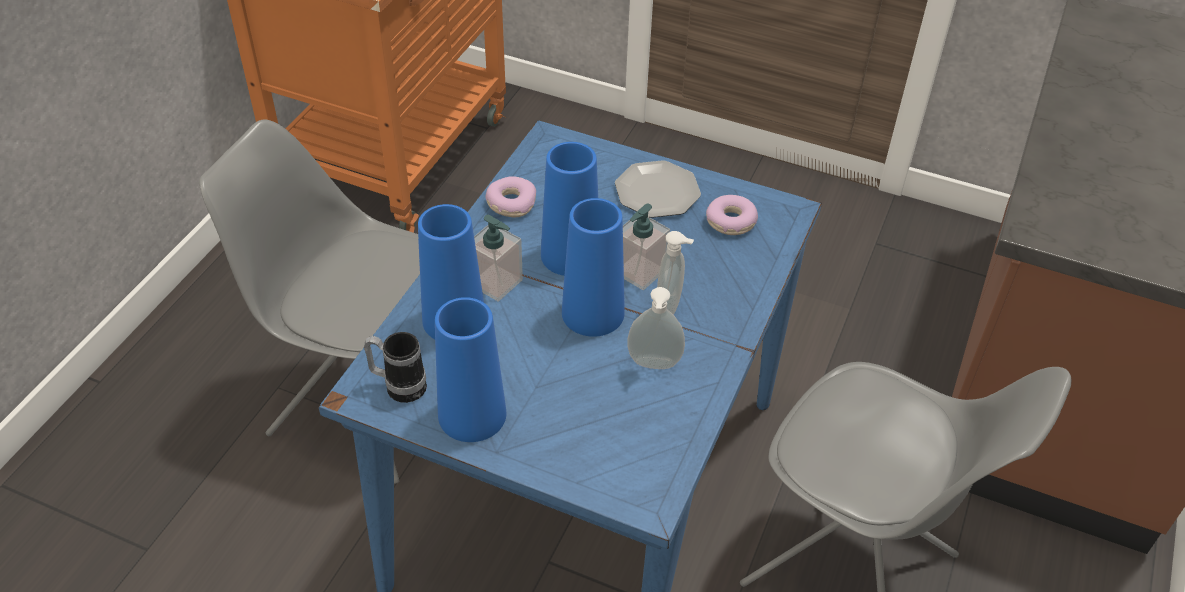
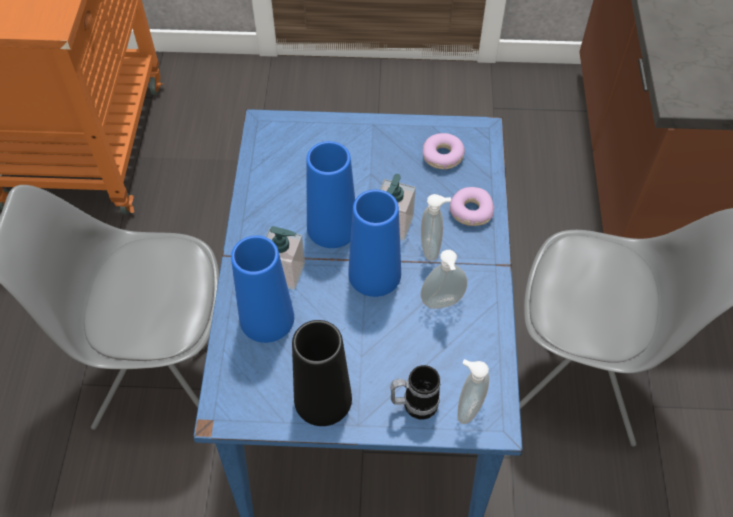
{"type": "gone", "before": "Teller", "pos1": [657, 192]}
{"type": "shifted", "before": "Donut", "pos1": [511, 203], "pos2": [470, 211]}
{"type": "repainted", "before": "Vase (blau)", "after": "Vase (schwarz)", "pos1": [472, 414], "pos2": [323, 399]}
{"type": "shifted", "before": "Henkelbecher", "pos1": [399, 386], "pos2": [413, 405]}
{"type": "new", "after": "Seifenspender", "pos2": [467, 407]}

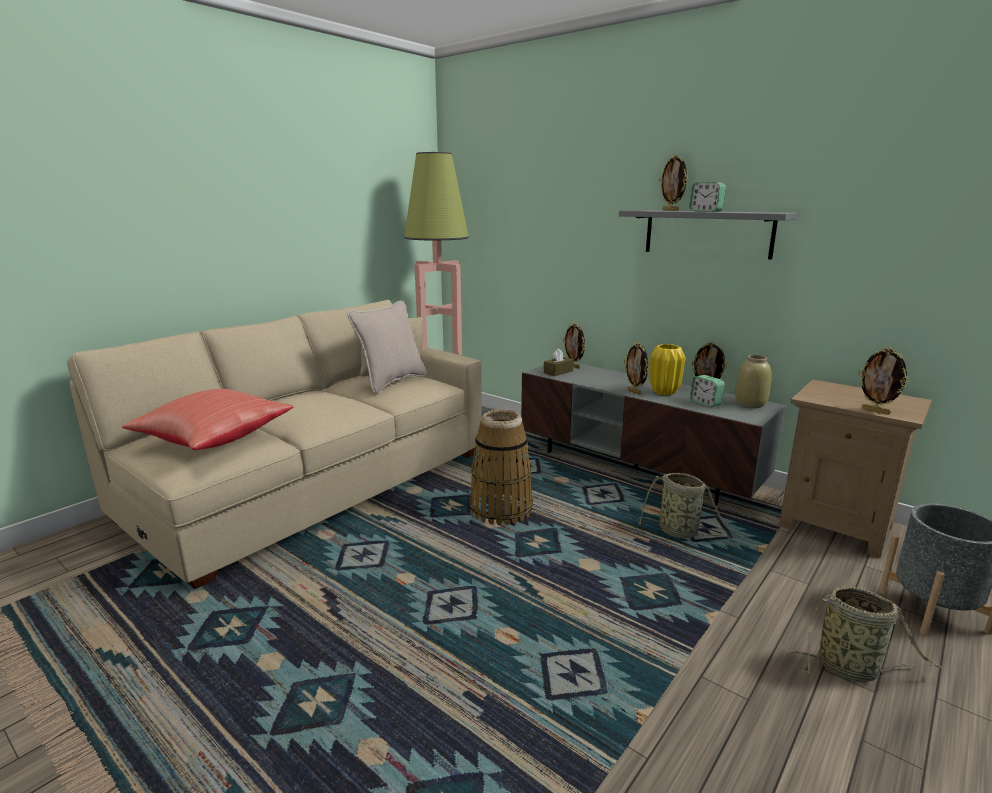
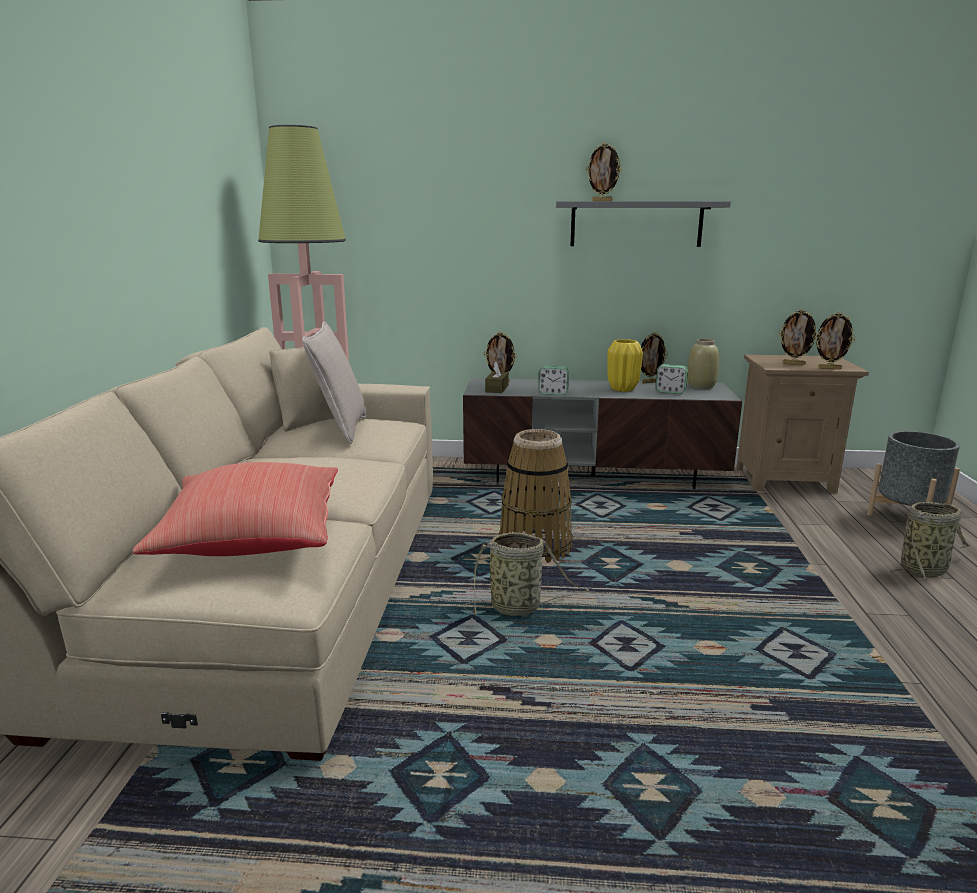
{"type": "shifted", "before": "Wecker", "pos1": [705, 211], "pos2": [553, 393]}
{"type": "shifted", "before": "Bilderrahmen", "pos1": [634, 392], "pos2": [793, 364]}
{"type": "shifted", "before": "Korb", "pos1": [681, 532], "pos2": [519, 607]}

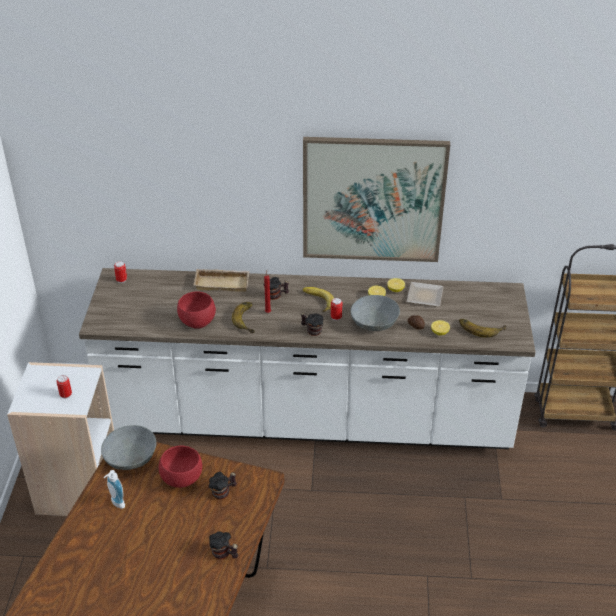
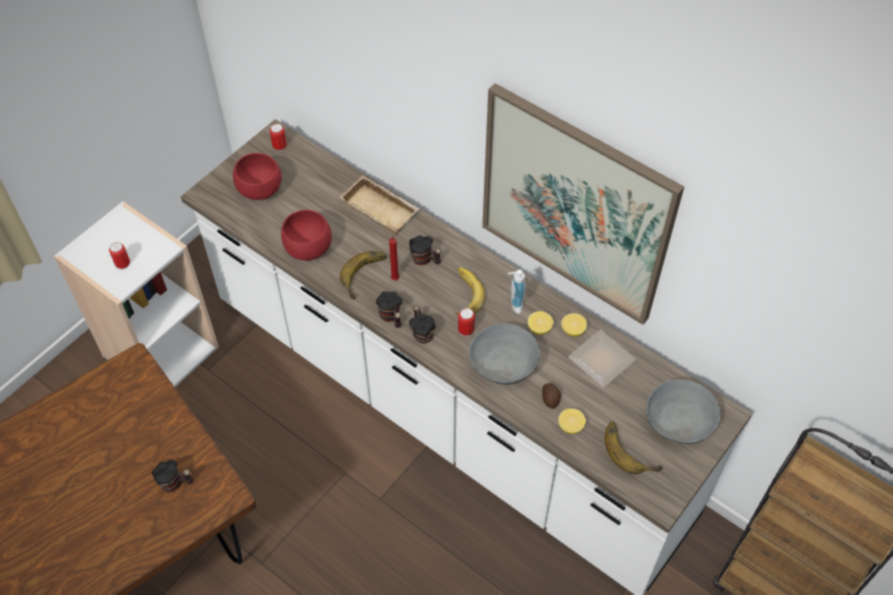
{"type": "shifted", "before": "Schüssel (grau)", "pos1": [131, 457], "pos2": [679, 422]}
{"type": "shifted", "before": "Schüssel (rot)", "pos1": [182, 478], "pos2": [261, 190]}
{"type": "shifted", "before": "Seifenspender", "pos1": [116, 504], "pos2": [513, 305]}
{"type": "shifted", "before": "Henkelbecher", "pos1": [224, 554], "pos2": [391, 317]}

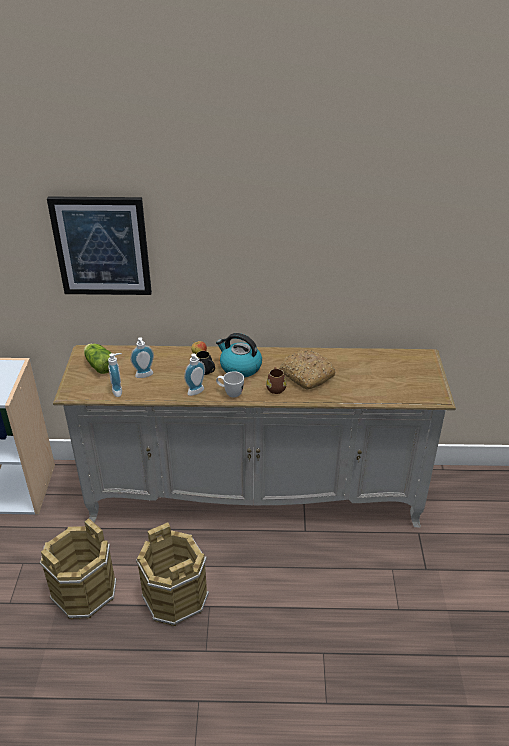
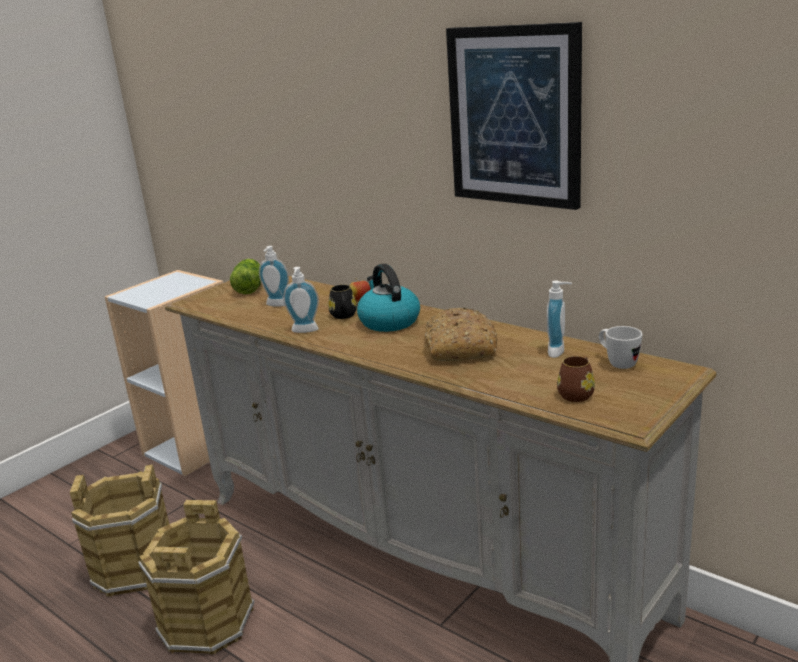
{"type": "shifted", "before": "Bild", "pos1": [102, 246], "pos2": [514, 116]}
{"type": "shifted", "before": "Seifenspender", "pos1": [119, 391], "pos2": [559, 352]}
{"type": "shifted", "before": "Henkelbecher (braun)", "pos1": [275, 387], "pos2": [577, 393]}
{"type": "shifted", "before": "Henkelbecher (weiß)", "pos1": [230, 393], "pos2": [617, 363]}

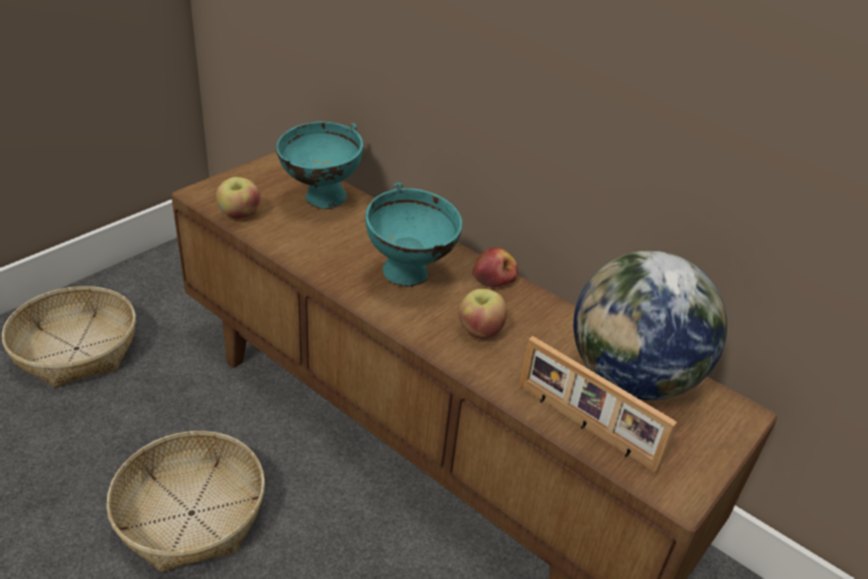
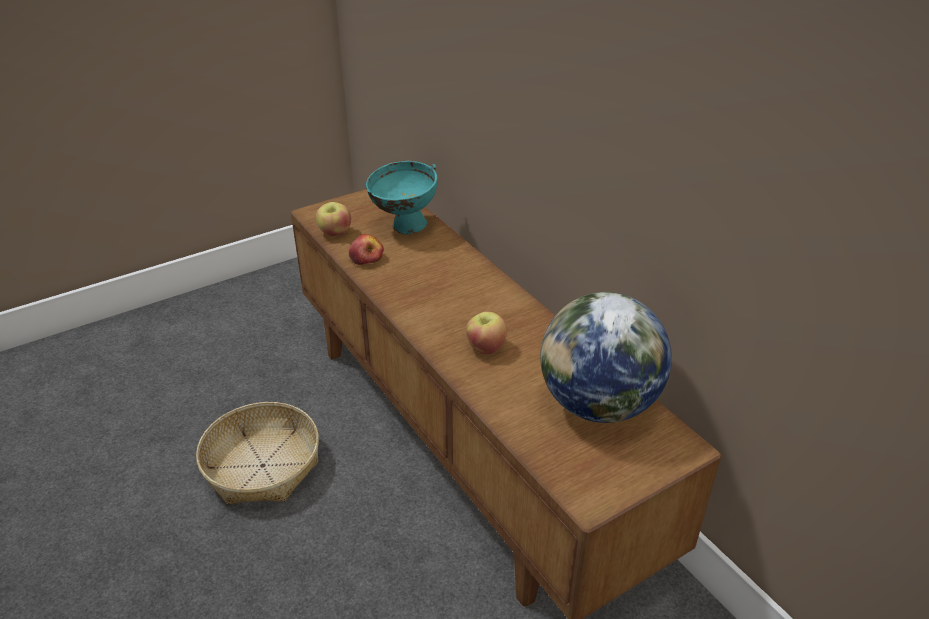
{"type": "gone", "before": "Schüssel (türkis)", "pos1": [410, 279]}
{"type": "shifted", "before": "Apfel", "pos1": [494, 277], "pos2": [366, 258]}
{"type": "gone", "before": "Korb", "pos1": [76, 348]}
{"type": "gone", "before": "Bilderrahmen", "pos1": [584, 427]}

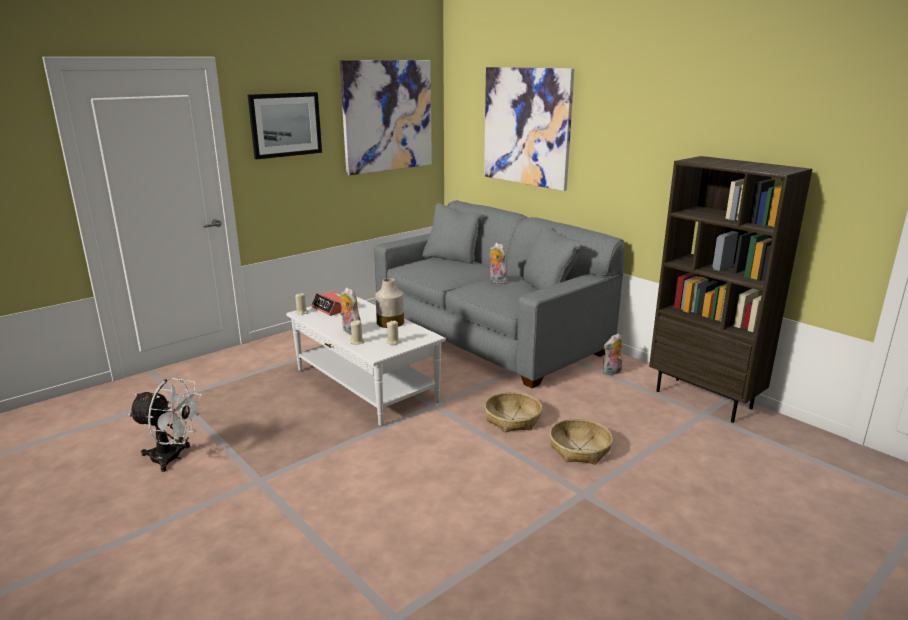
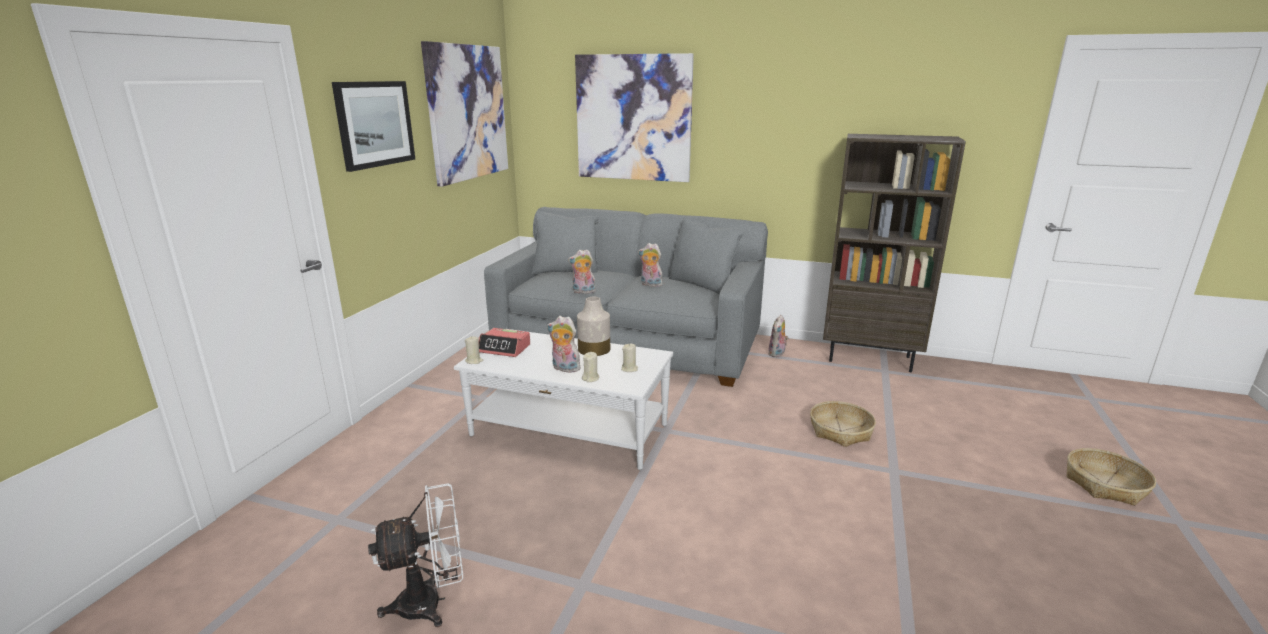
{"type": "shifted", "before": "Korb", "pos1": [512, 419], "pos2": [1105, 485]}
{"type": "new", "after": "Plüschtier", "pos2": [583, 292]}

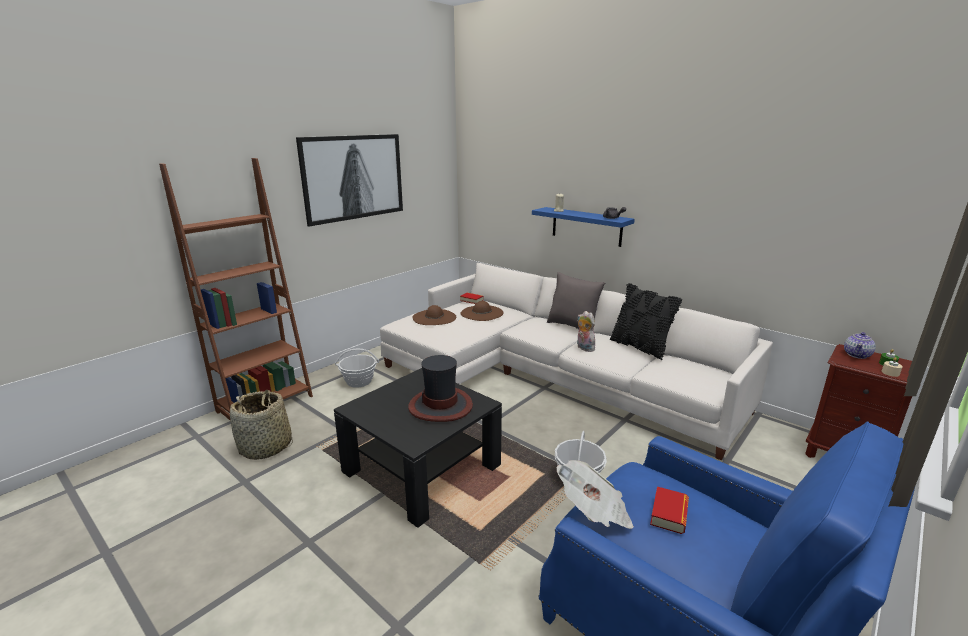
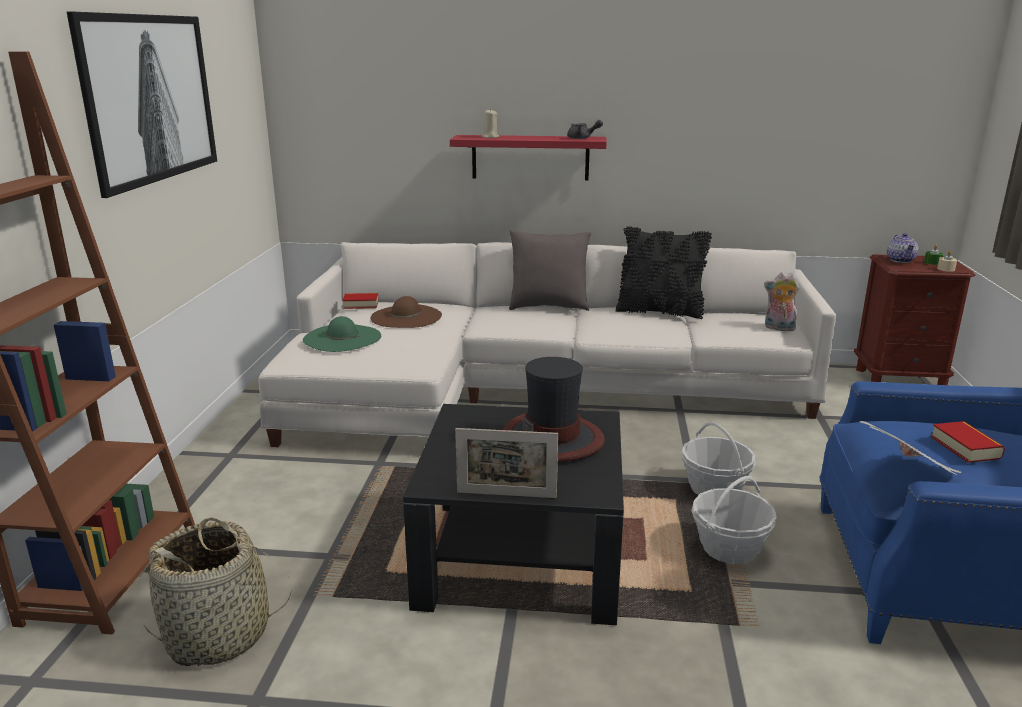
{"type": "repainted", "before": "Wandregal (blau)", "after": "Wandregal (rot)", "pos1": [586, 226], "pos2": [530, 157]}
{"type": "repainted", "before": "Hut (braun)", "after": "Hut (grün)", "pos1": [434, 317], "pos2": [342, 338]}
{"type": "shifted", "before": "Plüschtier", "pos1": [584, 348], "pos2": [778, 328]}
{"type": "shifted", "before": "Korb", "pos1": [359, 381], "pos2": [729, 548]}
{"type": "new", "after": "Bilderrahmen", "pos2": [506, 495]}

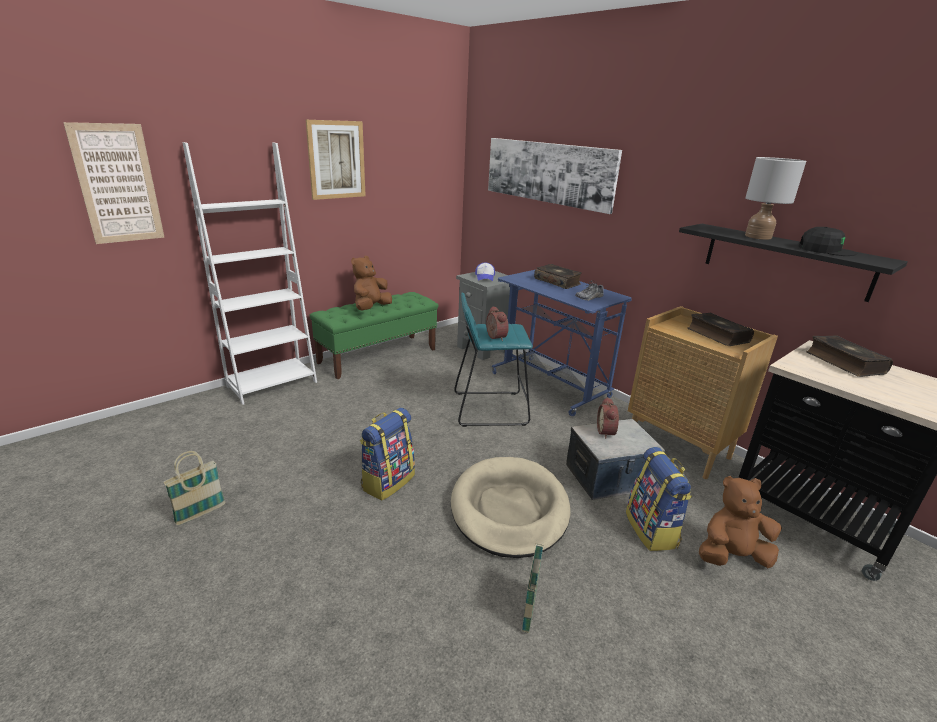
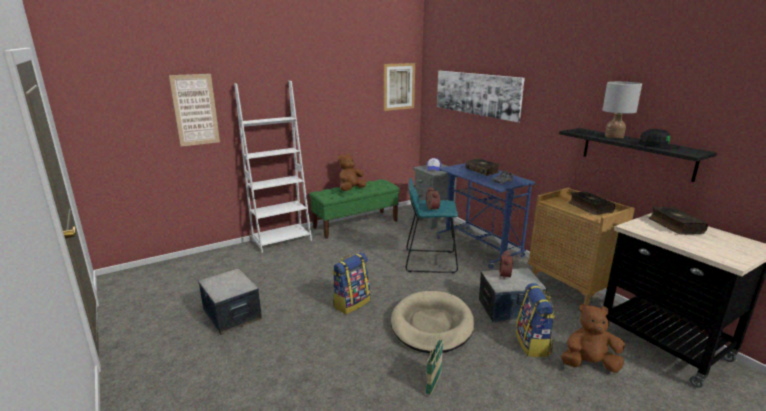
{"type": "shifted", "before": "Bild", "pos1": [336, 160], "pos2": [399, 86]}
{"type": "swapped", "before": "Korb", "after": "Aufbewahrungsbox", "pos1": [200, 514], "pos2": [231, 315]}

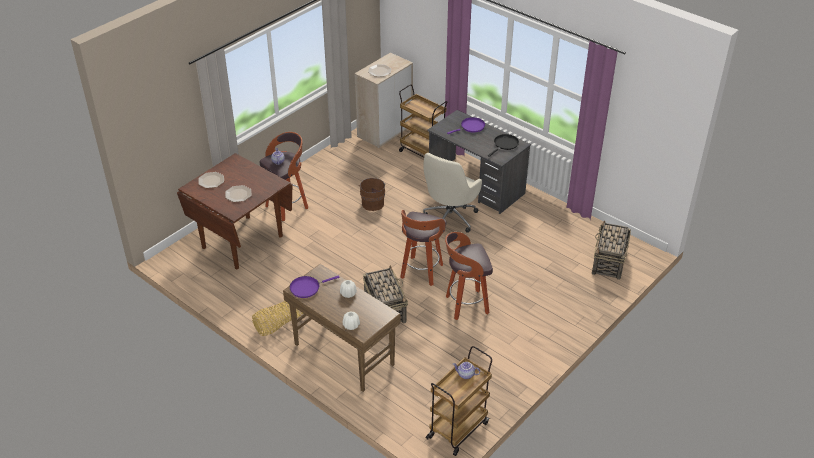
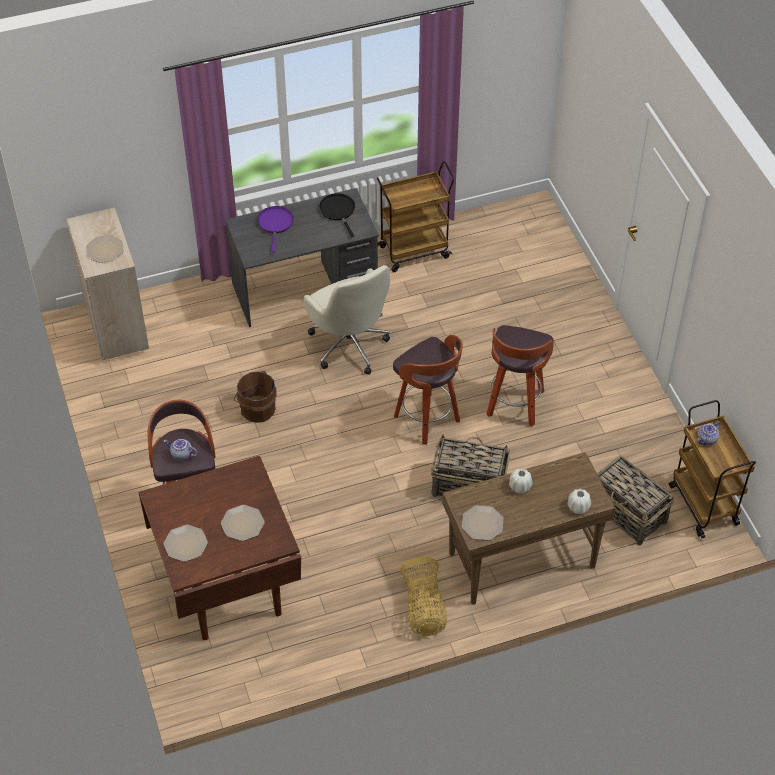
{"type": "shifted", "before": "Rollwagen (braun)", "pos1": [422, 153], "pos2": [414, 252]}
{"type": "shifted", "before": "Korb", "pos1": [608, 262], "pos2": [628, 513]}
{"type": "swapped", "before": "Pfanne (lila)", "after": "Teller", "pos1": [307, 288], "pos2": [482, 523]}

